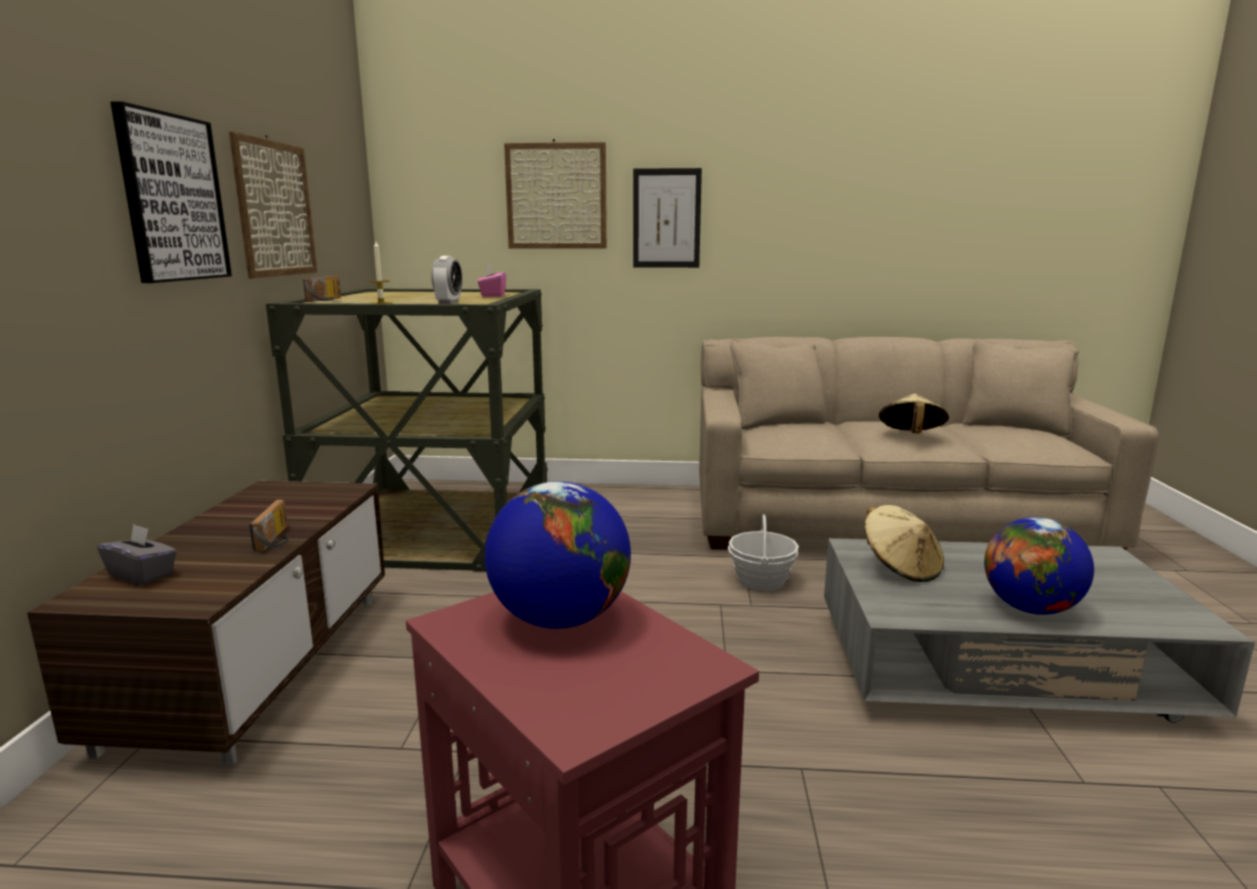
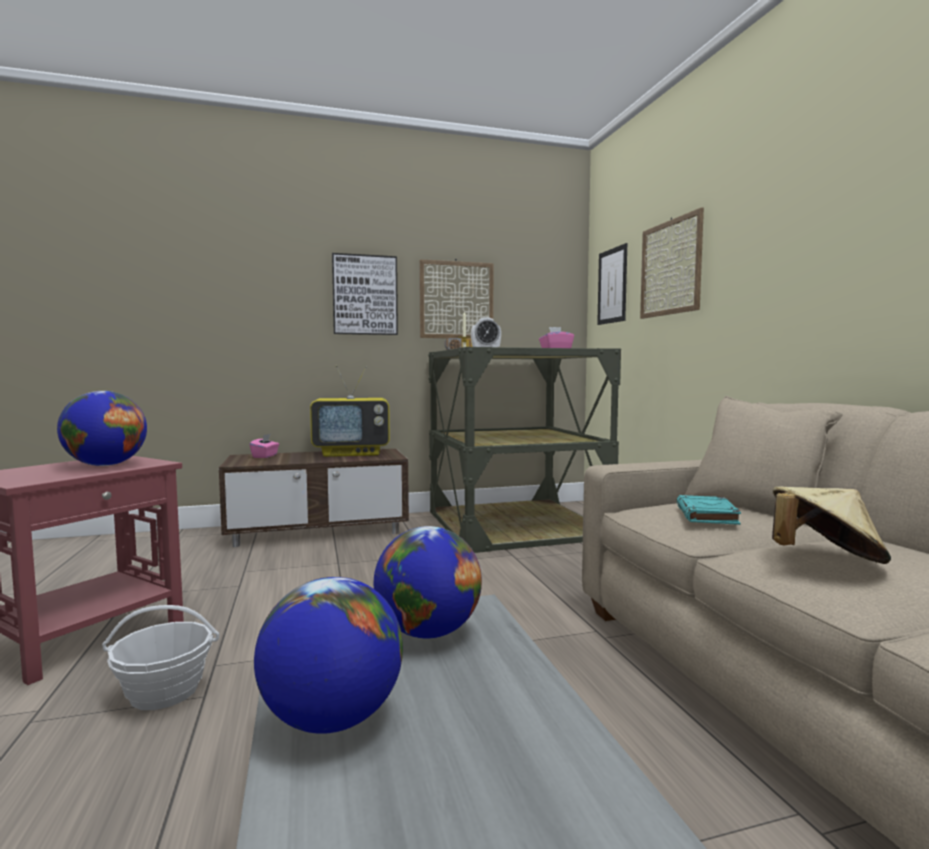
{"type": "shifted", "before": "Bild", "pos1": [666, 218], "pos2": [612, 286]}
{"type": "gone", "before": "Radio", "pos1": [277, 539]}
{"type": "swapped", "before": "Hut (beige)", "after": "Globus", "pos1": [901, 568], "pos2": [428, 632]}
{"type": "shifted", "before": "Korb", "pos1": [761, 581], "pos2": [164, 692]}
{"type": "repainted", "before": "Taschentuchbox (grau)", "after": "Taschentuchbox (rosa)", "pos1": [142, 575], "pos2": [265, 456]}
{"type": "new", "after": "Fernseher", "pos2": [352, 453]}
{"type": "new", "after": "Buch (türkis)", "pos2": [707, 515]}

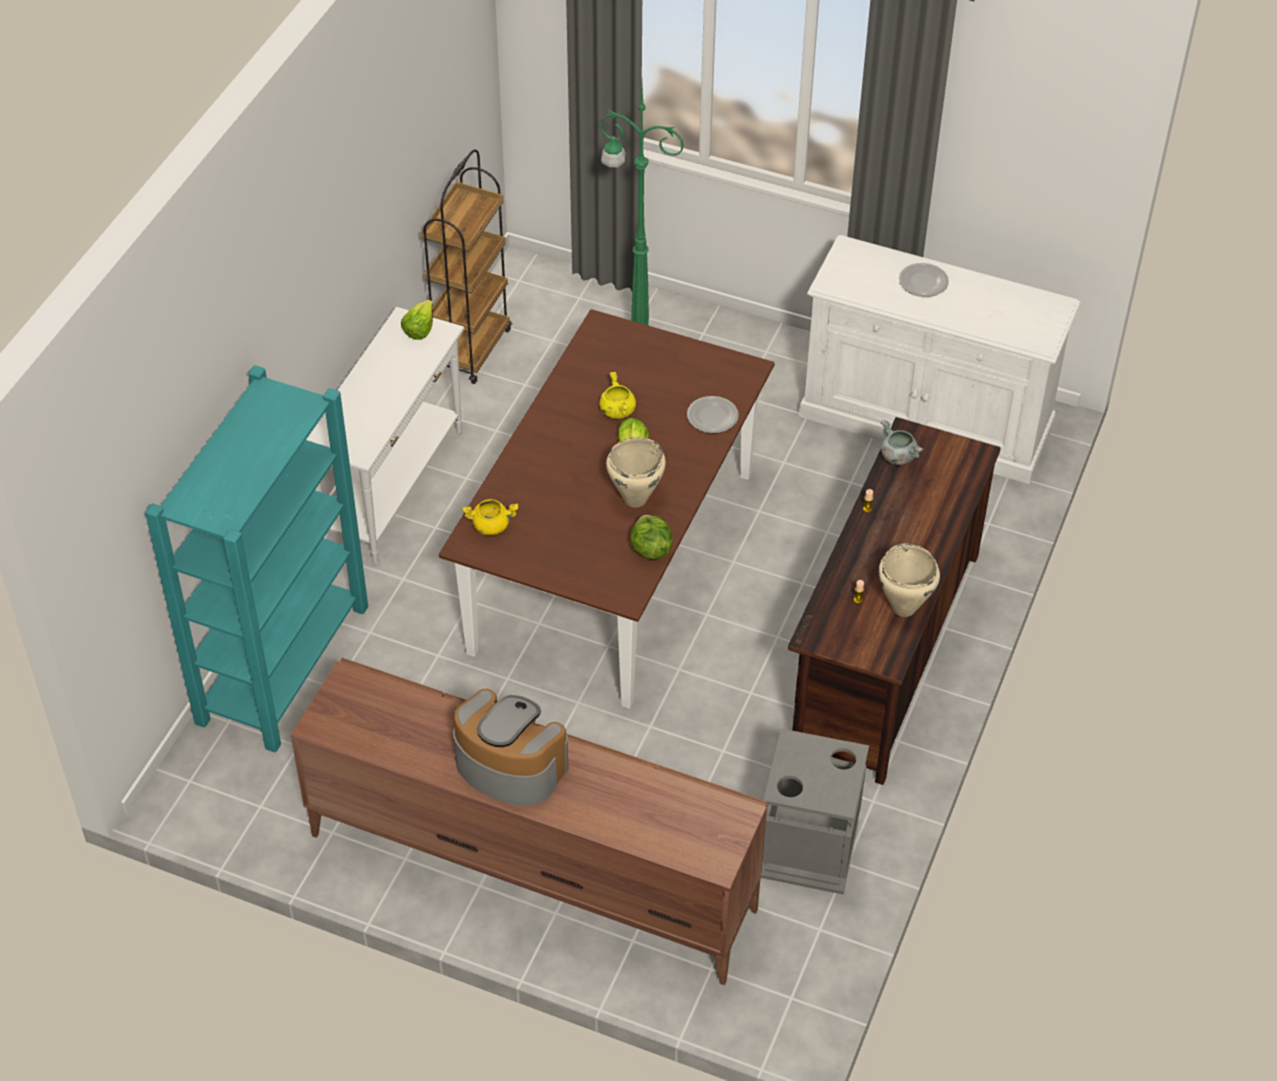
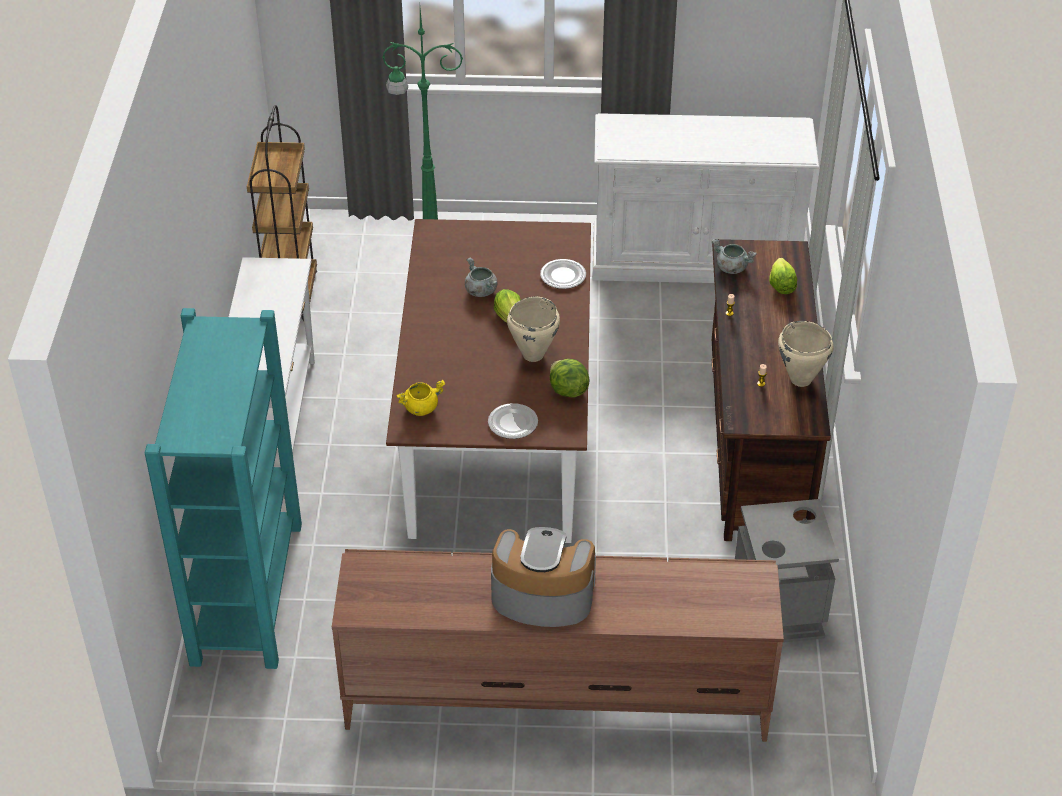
{"type": "shifted", "before": "Teller", "pos1": [923, 281], "pos2": [513, 422]}
{"type": "shifted", "before": "Salatkopf", "pos1": [419, 328], "pos2": [781, 285]}
{"type": "repainted", "before": "Kochtopf (gelb)", "after": "Kochtopf (grau)", "pos1": [617, 411], "pos2": [480, 291]}

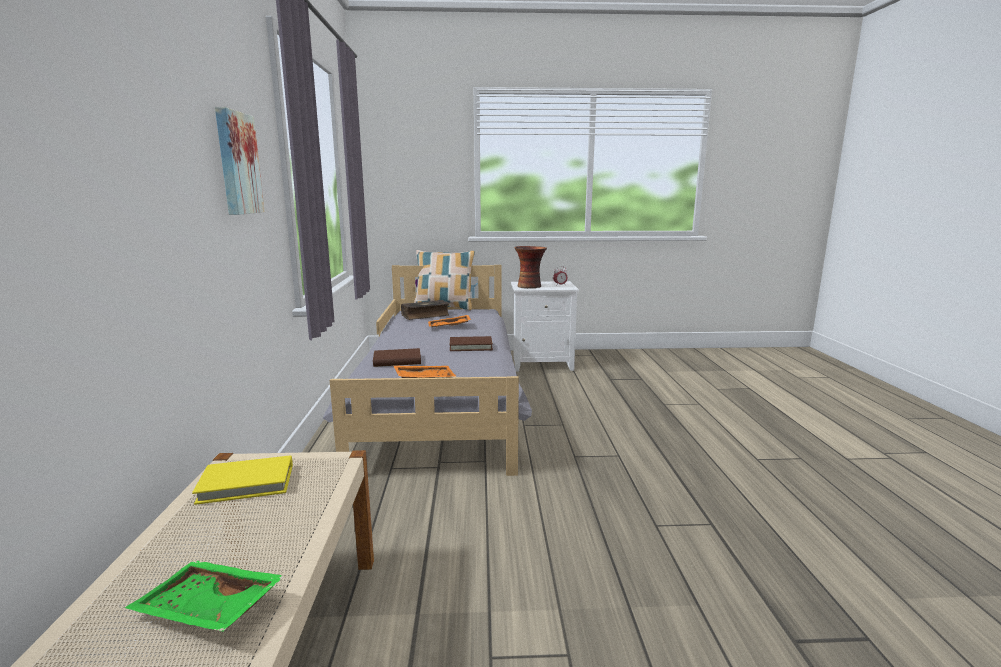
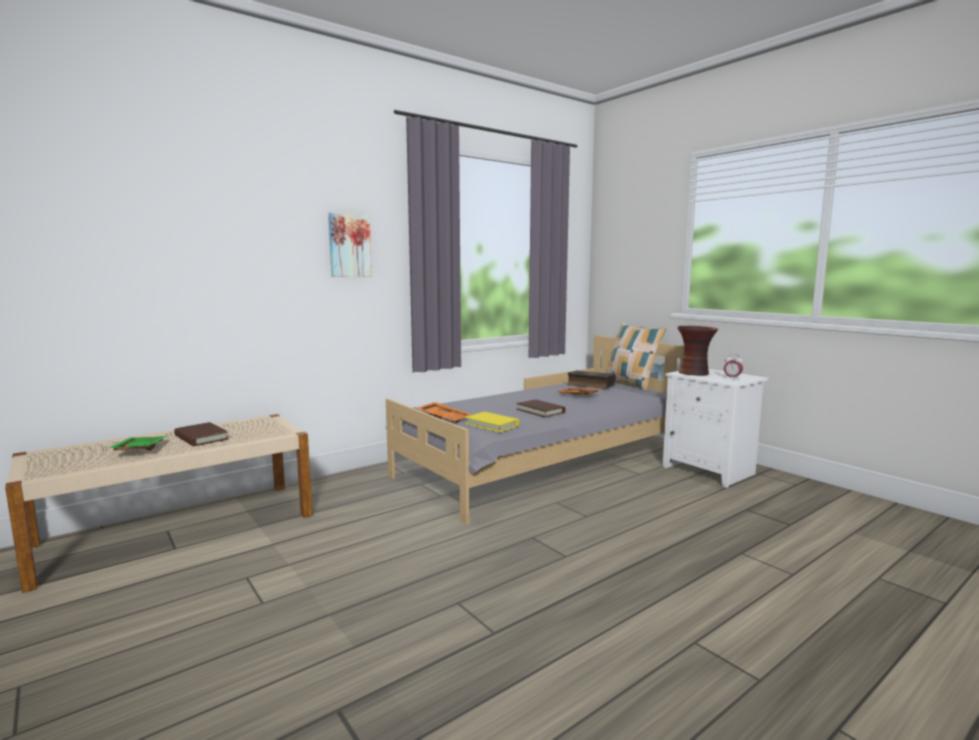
{"type": "shifted", "before": "Buch (braun)", "pos1": [397, 361], "pos2": [201, 437]}
{"type": "shifted", "before": "Buch (gelb)", "pos1": [247, 483], "pos2": [492, 424]}

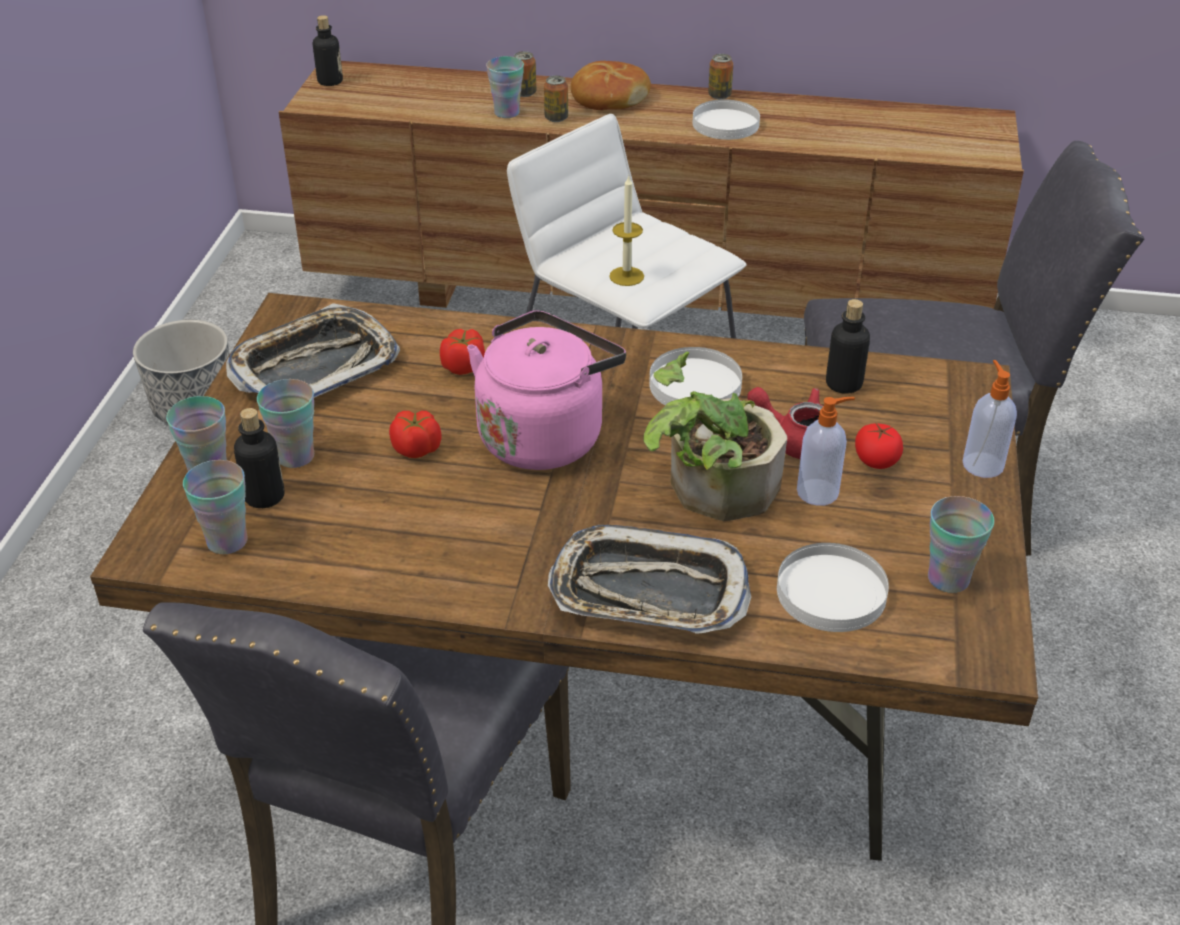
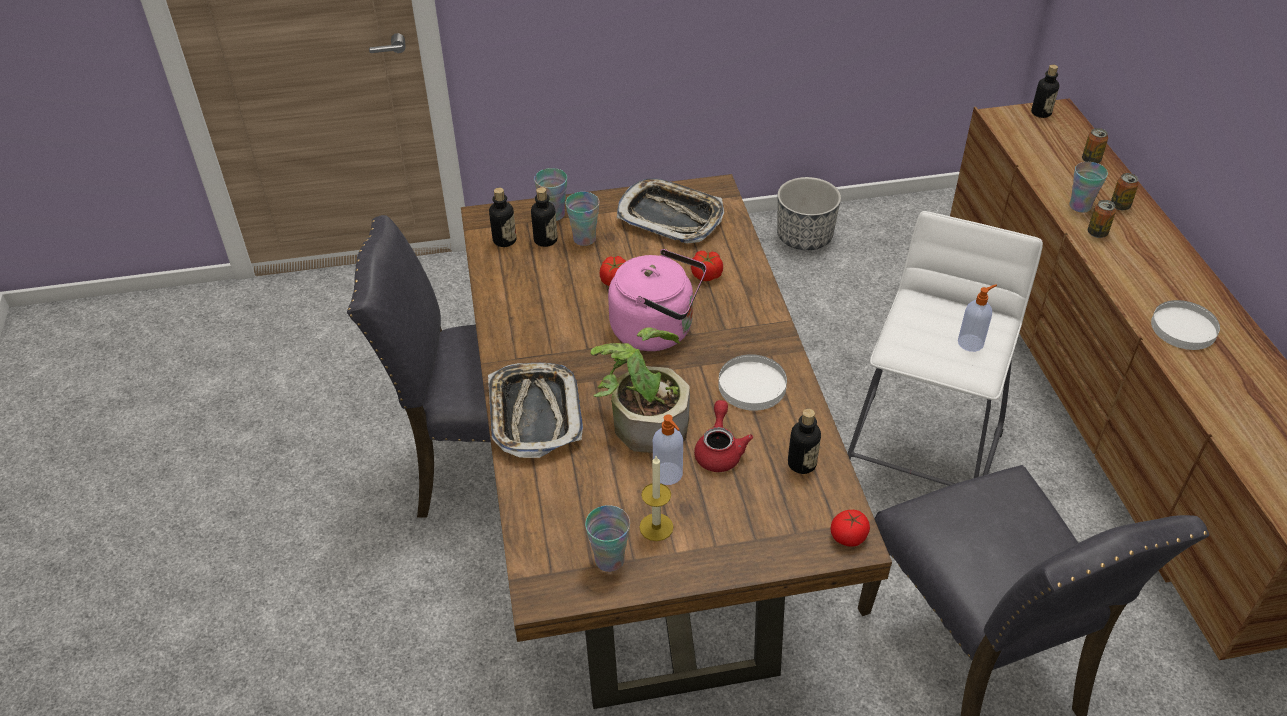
{"type": "shifted", "before": "Dose", "pos1": [719, 95], "pos2": [1091, 160]}
{"type": "gone", "before": "Brot", "pos1": [609, 98]}
{"type": "shifted", "before": "Kerze", "pos1": [626, 276], "pos2": [656, 527]}
{"type": "shifted", "before": "Seifenspender", "pos1": [982, 464], "pos2": [971, 342]}
{"type": "shifted", "before": "Tomate", "pos1": [876, 459], "pos2": [848, 536]}
{"type": "swapped", "before": "Tasse", "after": "Flasche", "pos1": [227, 541], "pos2": [504, 240]}
{"type": "gone", "before": "Teller (weiß)", "pos1": [832, 592]}

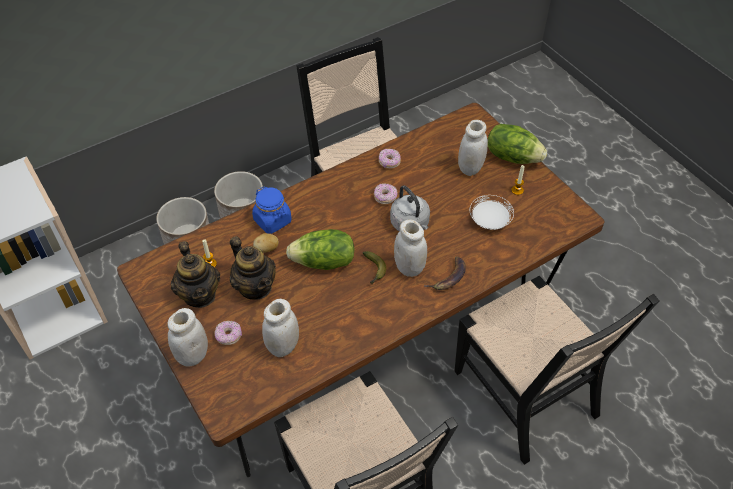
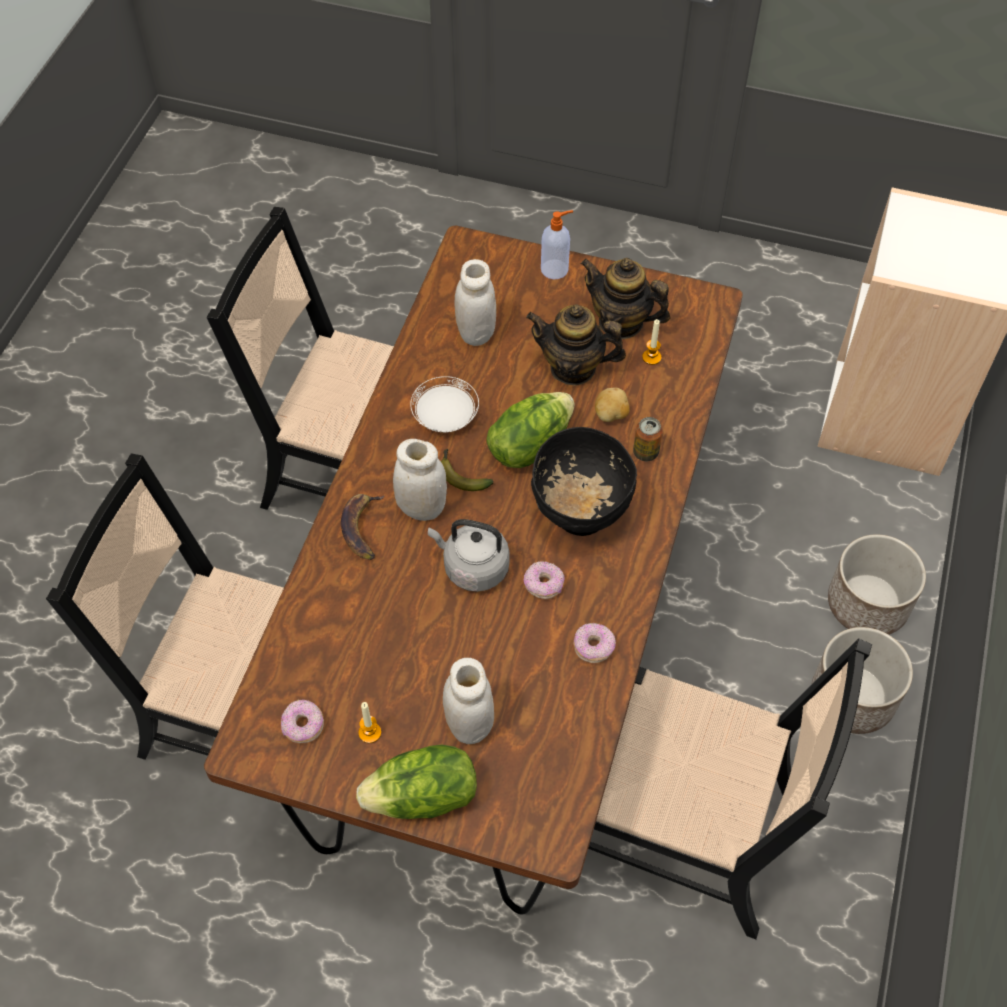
{"type": "swapped", "before": "Vorratsglas (blau)", "after": "Dose", "pos1": [273, 221], "pos2": [645, 452]}
{"type": "shifted", "before": "Teller (weiß)", "pos1": [490, 221], "pos2": [445, 417]}
{"type": "swapped", "before": "Vorratsglas (weiß)", "after": "Seifenspender", "pos1": [192, 355], "pos2": [555, 269]}
{"type": "shifted", "before": "Donut", "pos1": [229, 336], "pos2": [303, 726]}
{"type": "new", "after": "Schüssel (schwarz)", "pos2": [579, 515]}

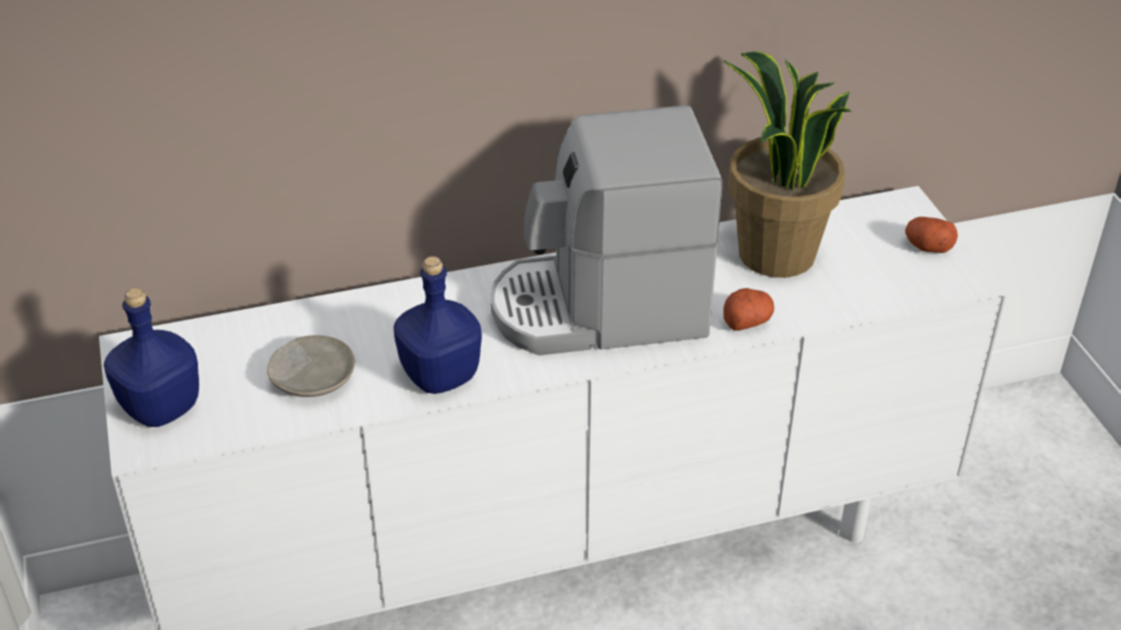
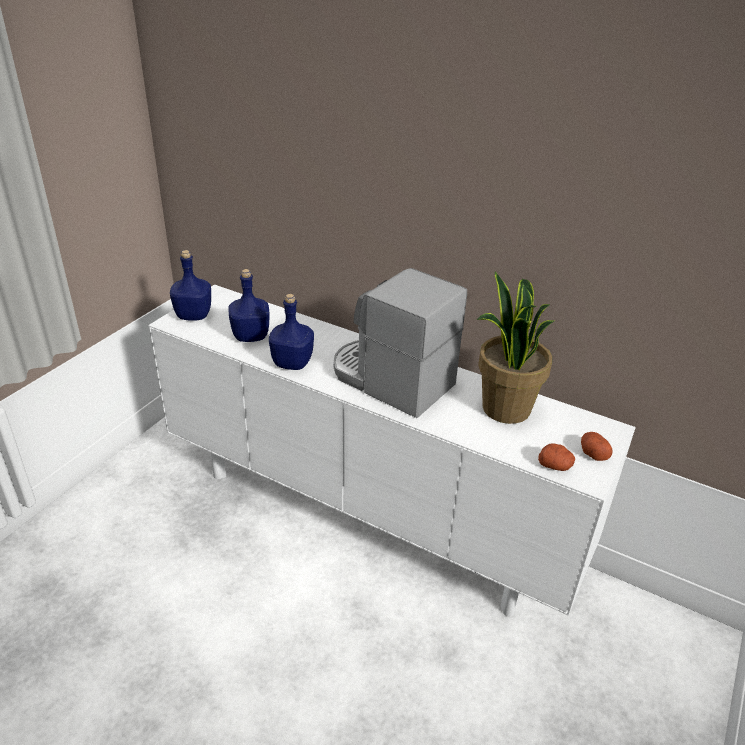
{"type": "shifted", "before": "Kartoffel", "pos1": [747, 321], "pos2": [555, 465]}
{"type": "swapped", "before": "Teller (beige)", "after": "Flasche (blau)", "pos1": [313, 377], "pos2": [251, 336]}

